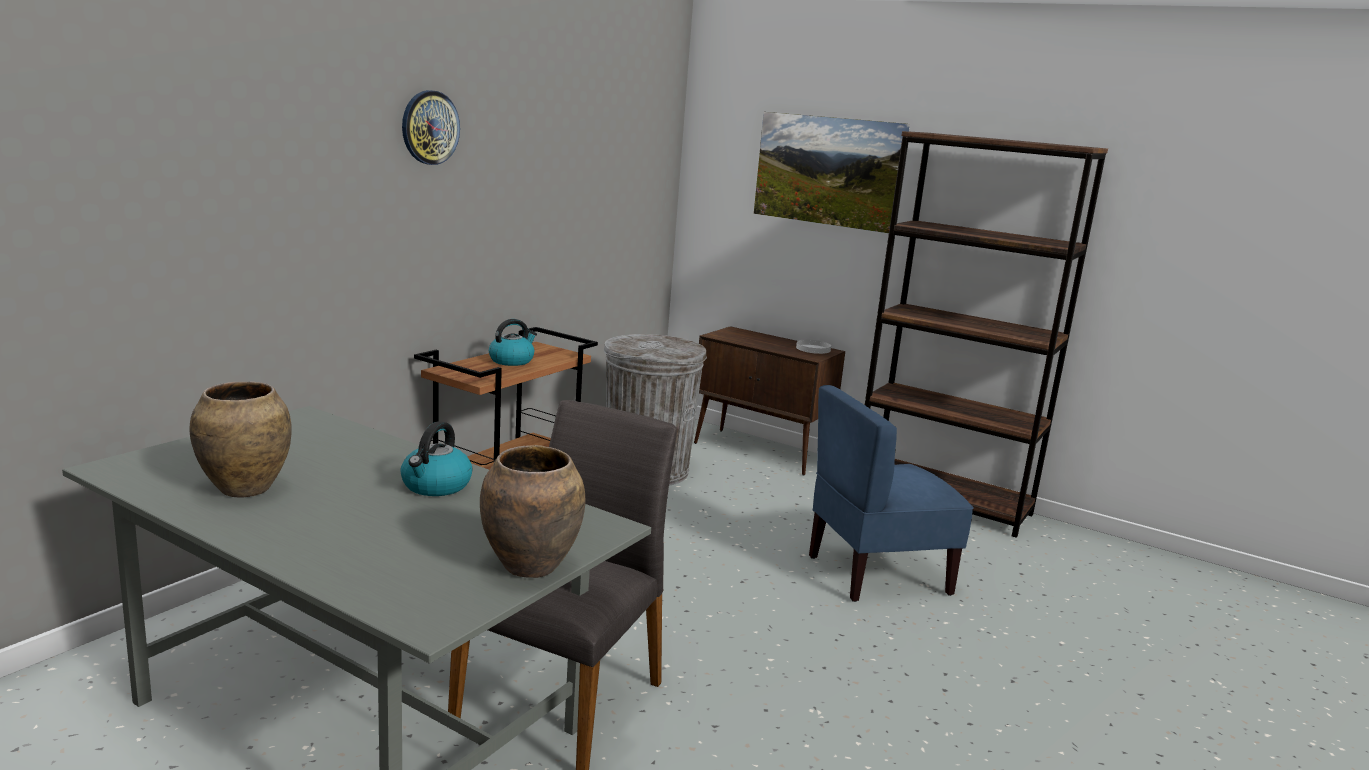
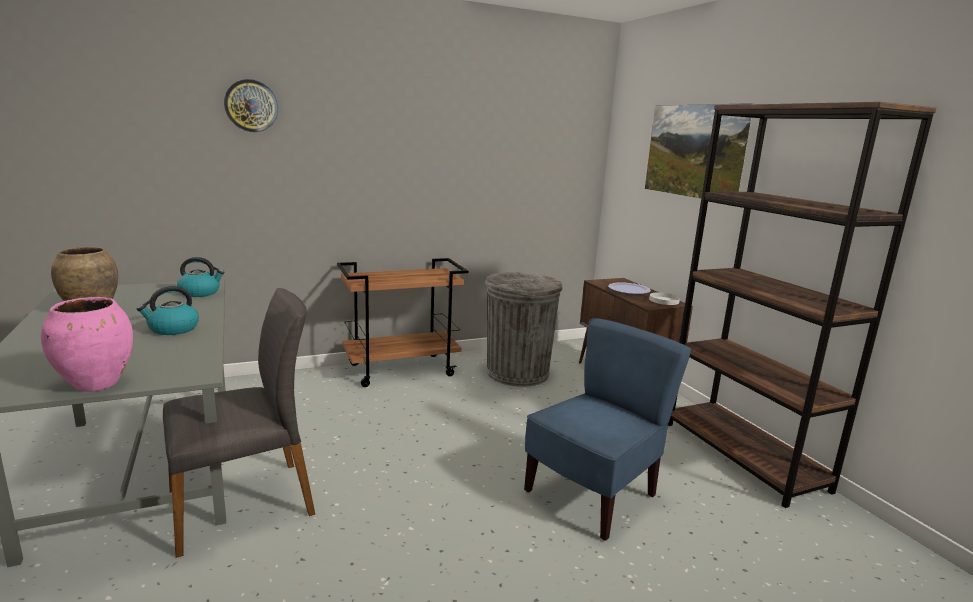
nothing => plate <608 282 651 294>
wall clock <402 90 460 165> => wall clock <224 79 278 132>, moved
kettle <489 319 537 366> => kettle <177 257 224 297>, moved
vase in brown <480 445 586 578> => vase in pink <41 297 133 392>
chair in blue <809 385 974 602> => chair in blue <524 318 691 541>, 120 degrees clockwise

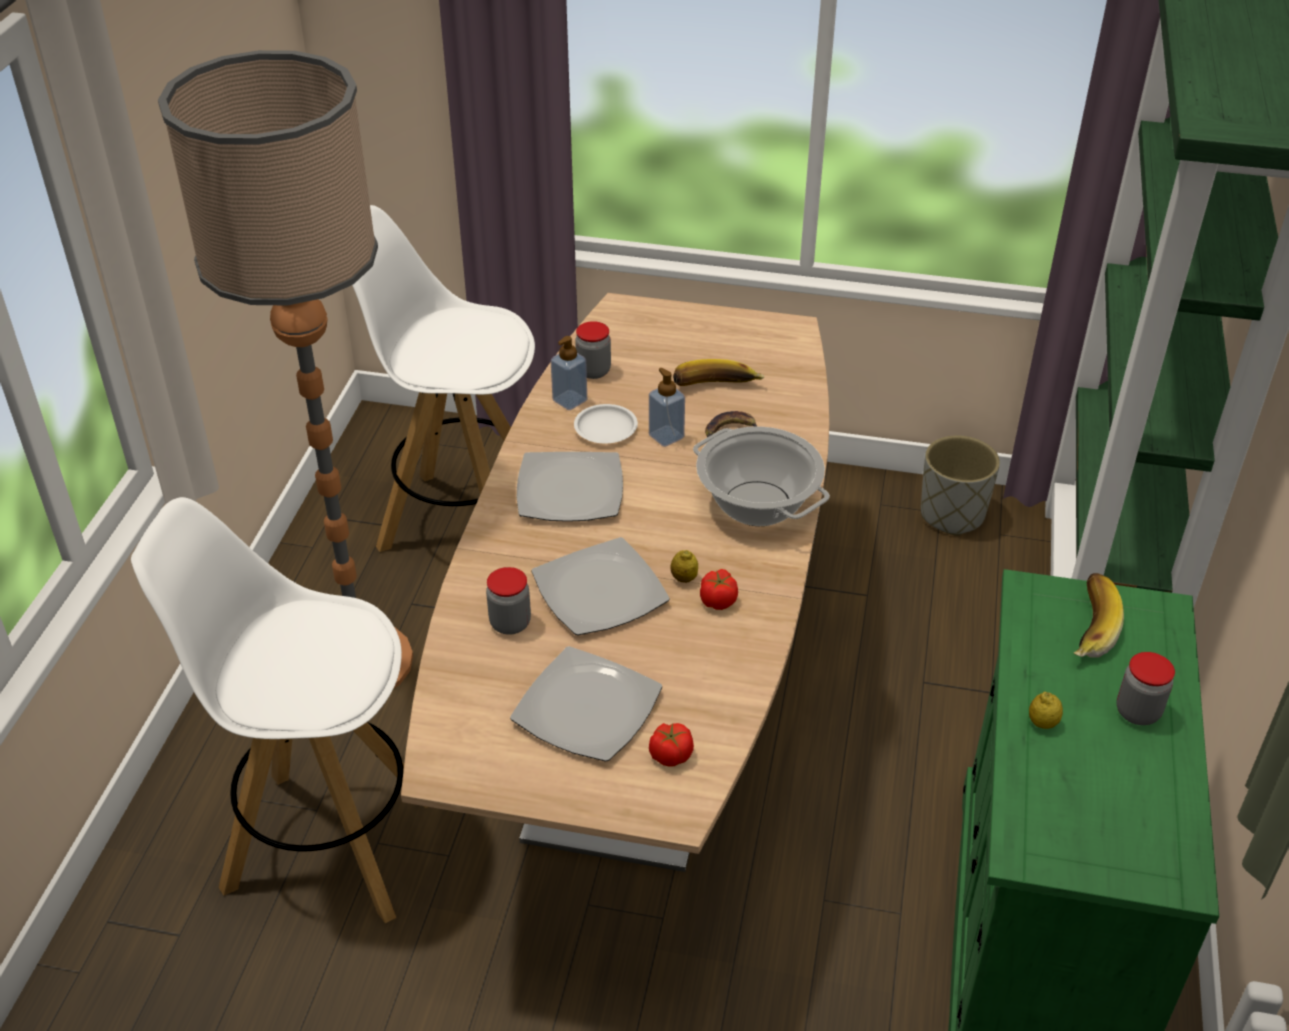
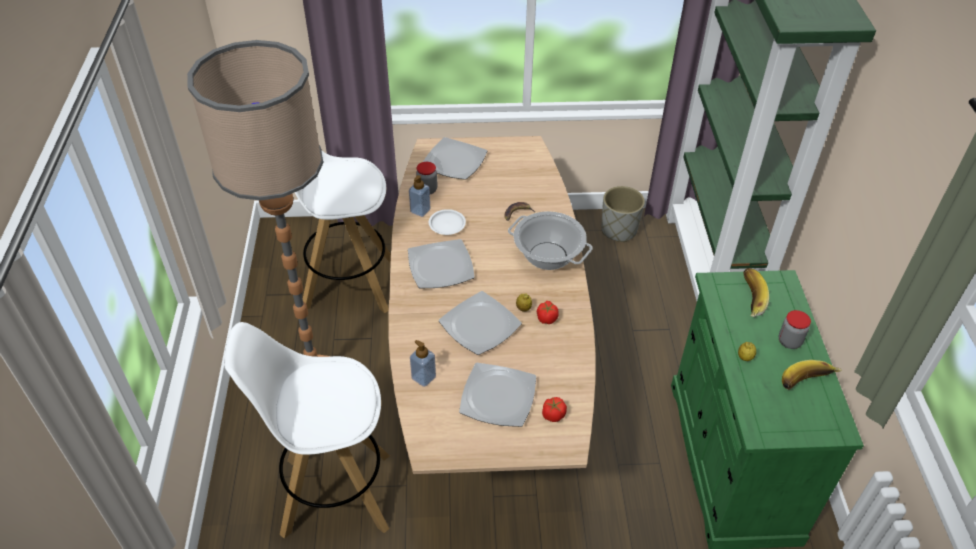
jar <486 567 531 635> => nothing
nothing => plate <423 137 487 180>
soap dispenser <649 368 685 447> => soap dispenser <410 340 436 387>, moved
banana <673 359 764 386> => banana <782 360 842 390>, moved

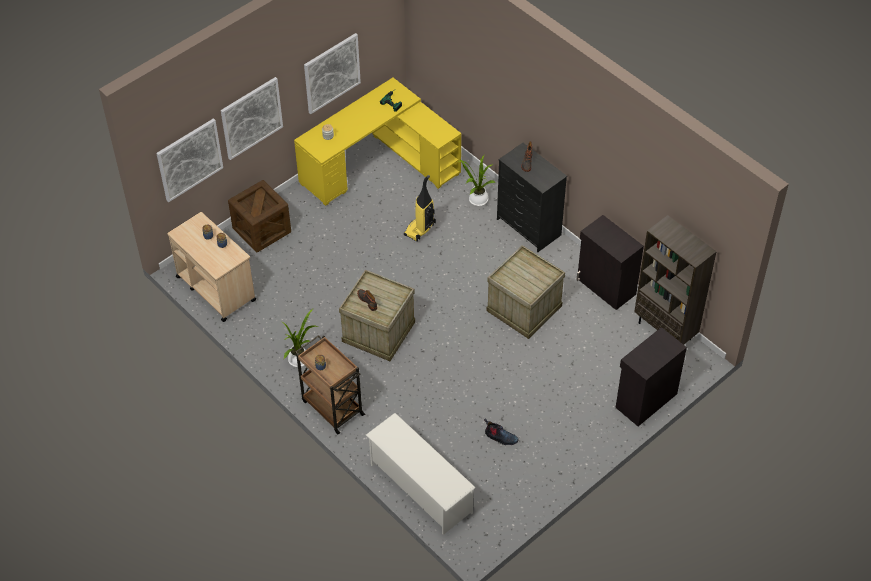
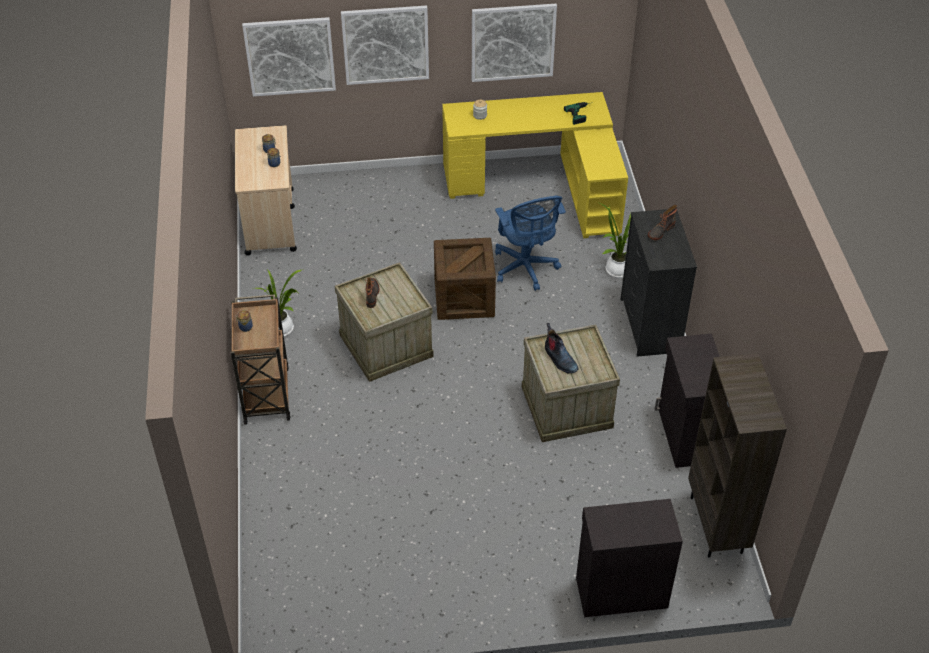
shoe rack in white <366 413 476 535> => nothing
crate <228 180 291 253> => crate <434 238 496 320>, moved
boot <484 418 518 445> => boot <545 323 578 373>, moved
vacuum cleaner <404 175 436 242> => office chair in blue <495 195 566 291>

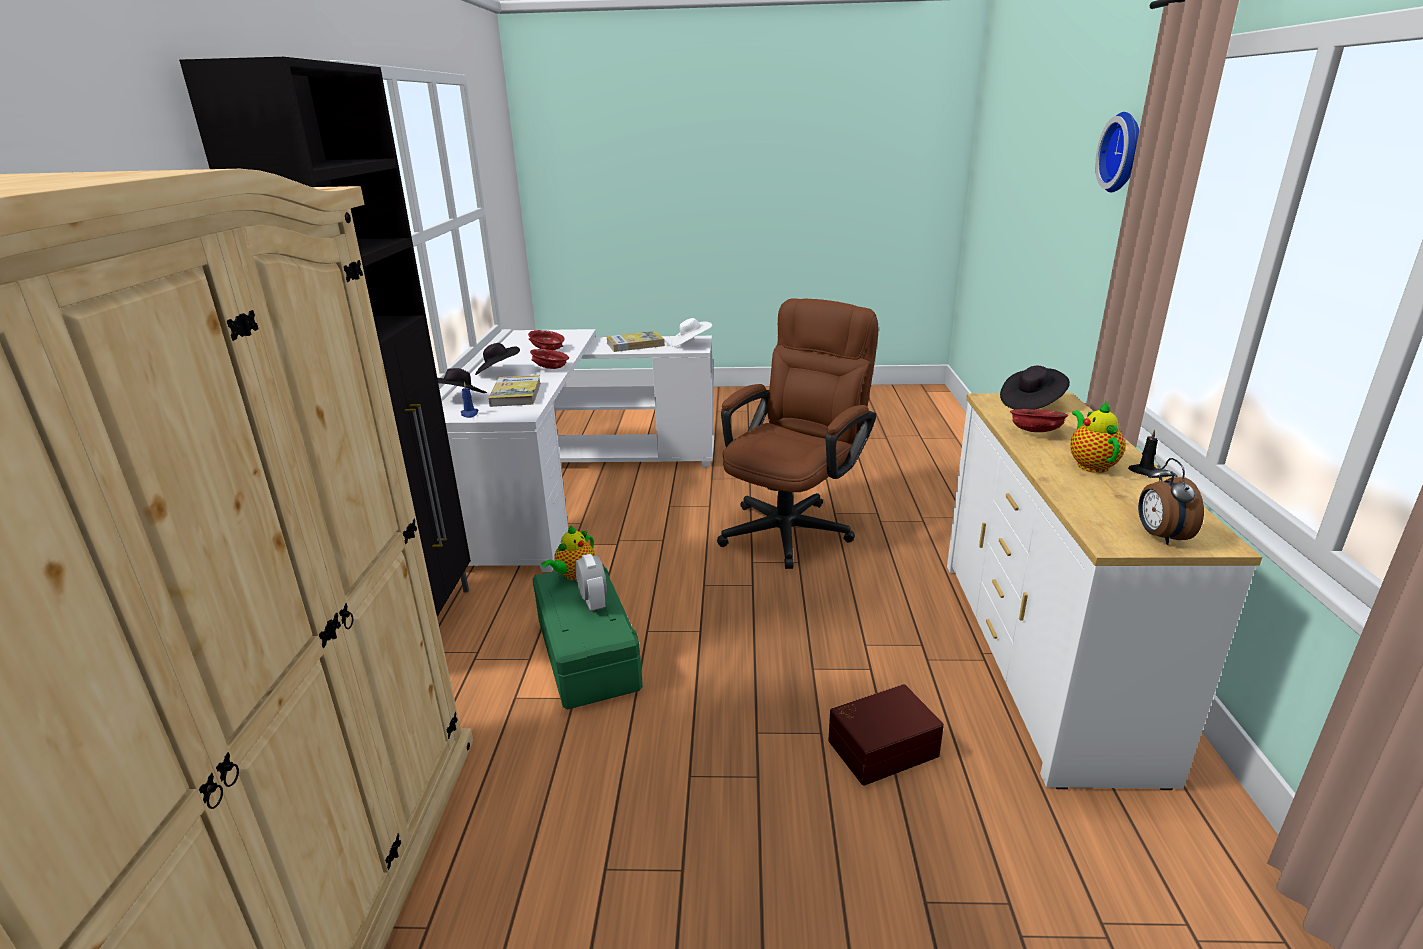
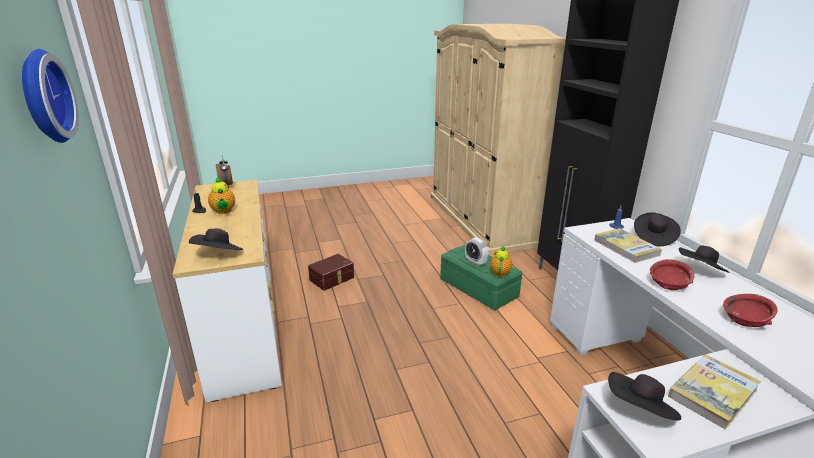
office chair in brown <717 298 879 569> => nothing
bowl in red <1010 409 1068 432> => nothing
hat in white <671 318 712 347> => hat in black <608 372 681 421>

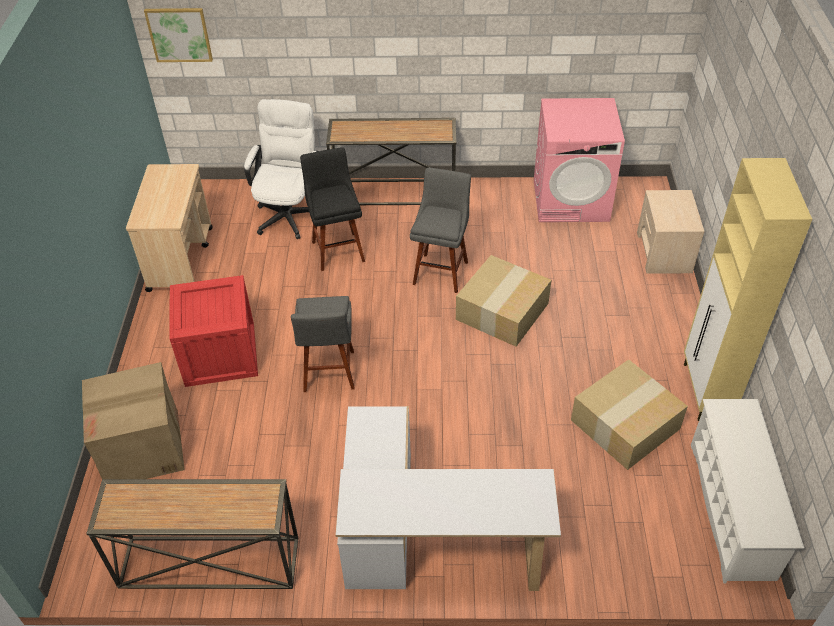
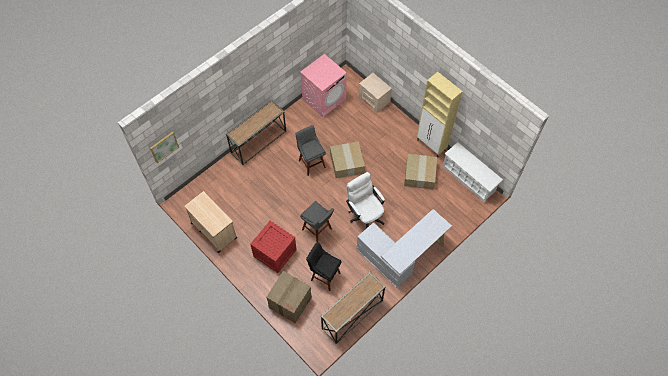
office chair in white <244 99 318 239> => office chair in white <346 172 385 228>, moved
stool in black <300 147 365 271> => stool in black <306 242 342 291>, moved

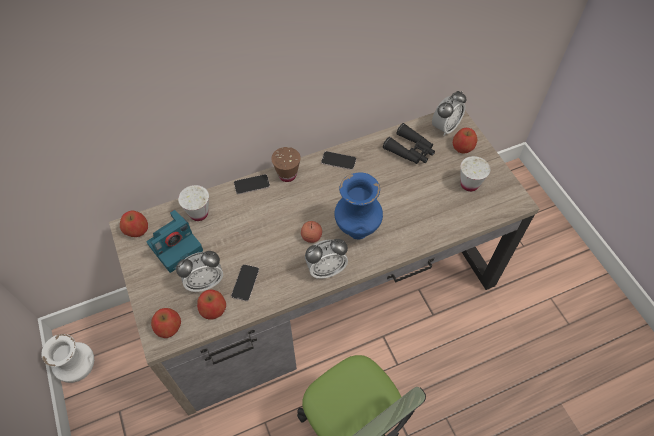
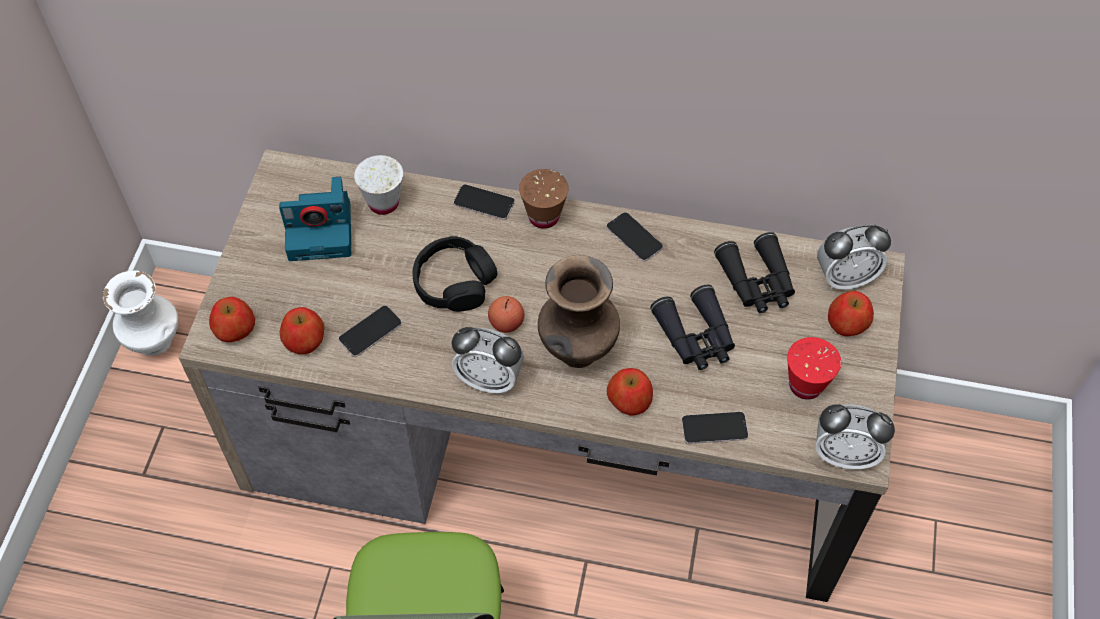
nothing => headphones in black <413 236 497 312>
nothing => binoculars in black <650 285 735 370>
nothing => phone <681 411 749 444>
apple <120 211 148 237> => apple <607 368 653 416>, moved
alarm clock <176 251 223 292> => alarm clock <815 404 895 469>, moved
vase in blue <335 172 383 240> => vase in brown <538 255 620 368>
cup in white <461 156 490 192> => cup in red <787 337 841 400>

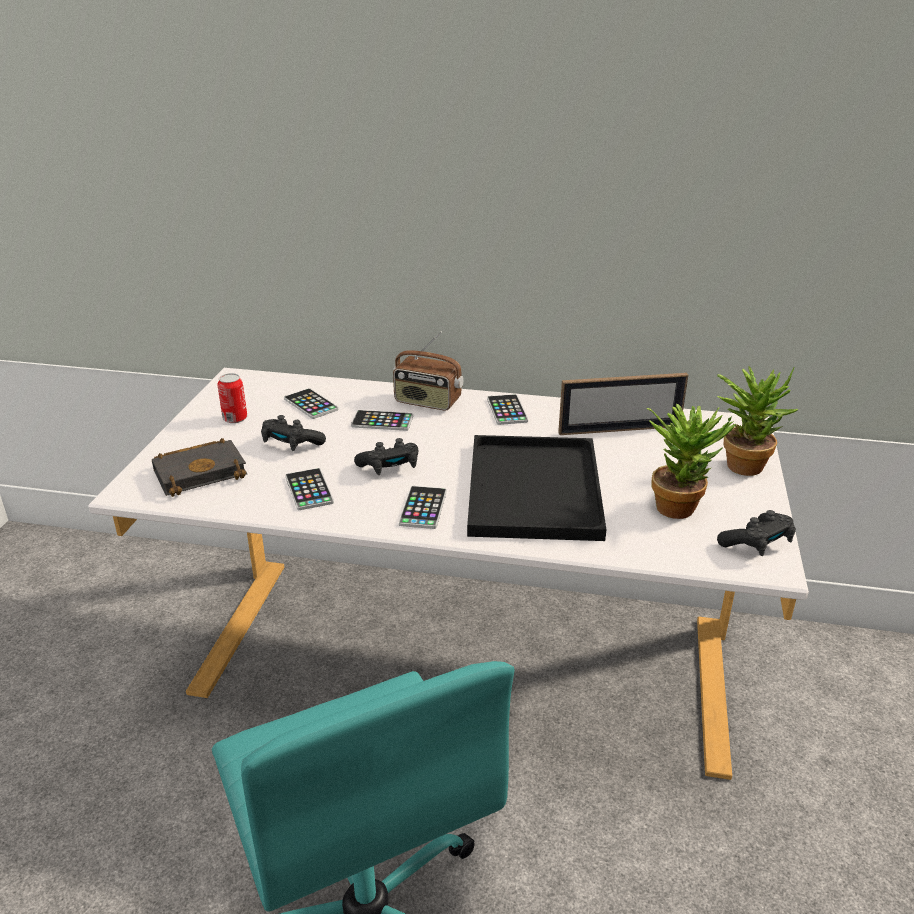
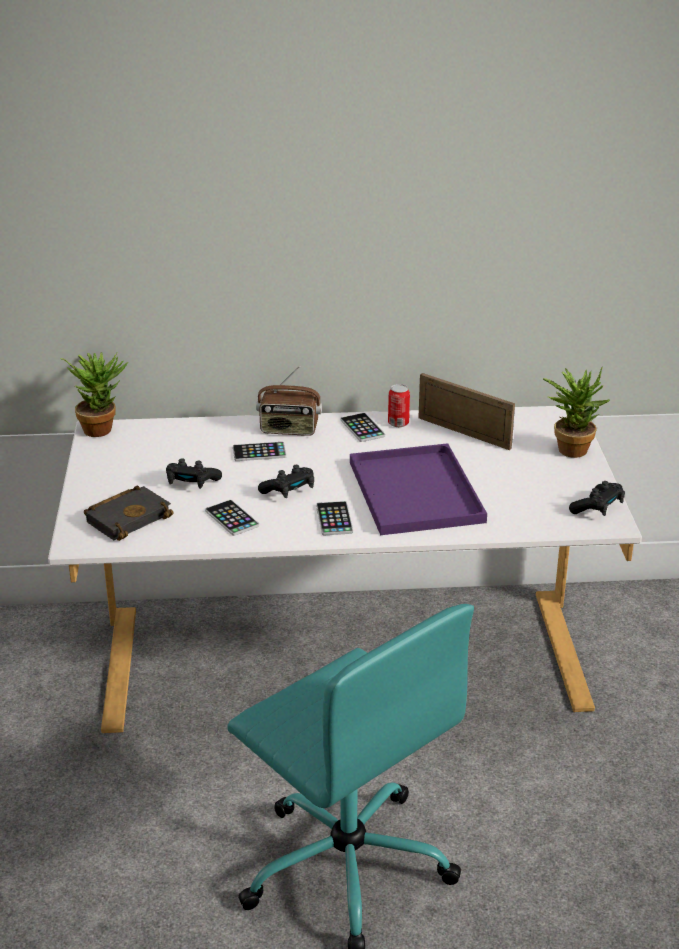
phone <284 388 339 419> => nothing
can <217 373 247 423> => can <388 384 410 427>, moved
potted plant <647 404 736 519> => potted plant <60 352 128 437>, moved
tray in black <467 435 606 541> => tray in purple <350 443 487 535>
picture frame <558 373 688 435> => picture frame <418 373 515 450>, 120 degrees counterclockwise

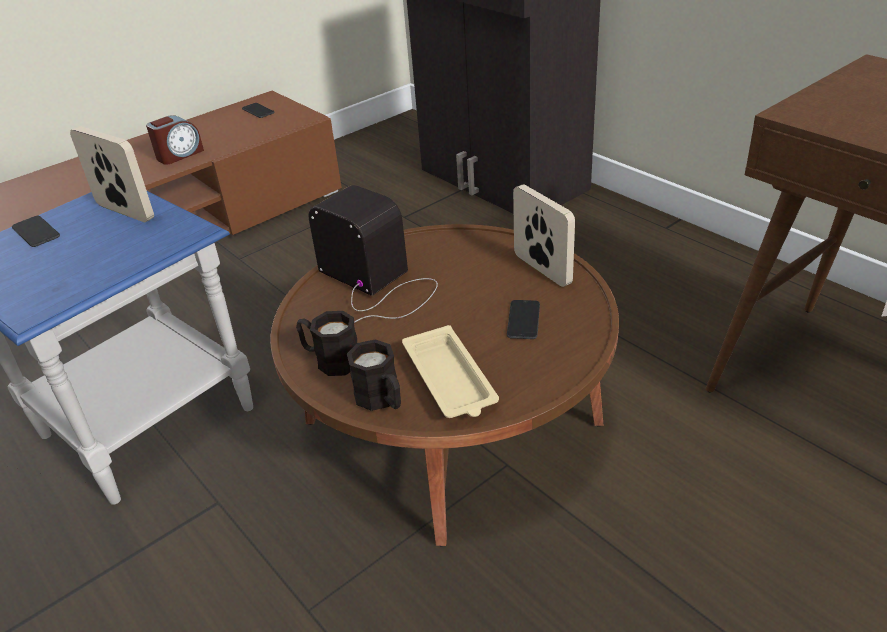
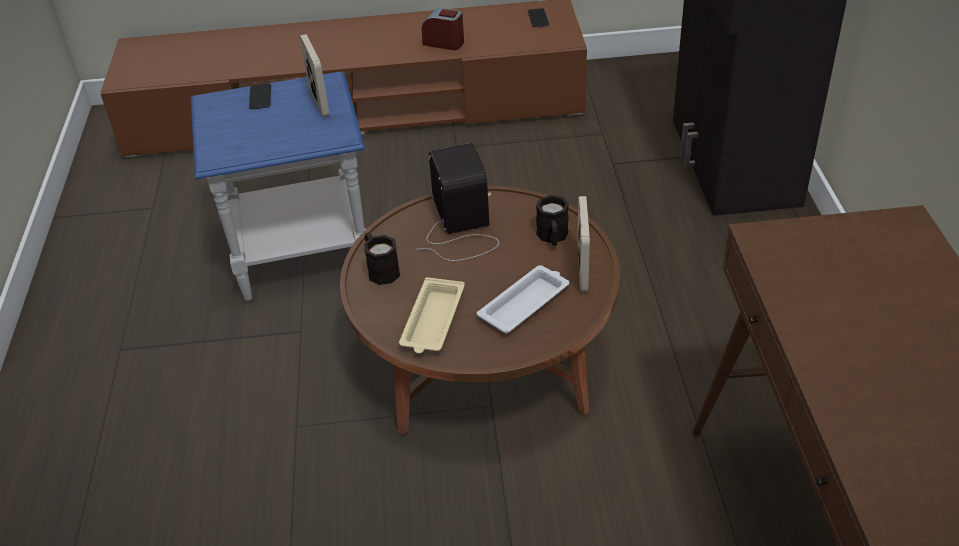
mug in black <347 339 401 411> => mug in black <536 195 569 246>, moved
phone <507 300 540 339> => tray in white <477 265 569 333>
alarm clock <146 115 204 165> => alarm clock <422 8 464 50>, 150 degrees counterclockwise

